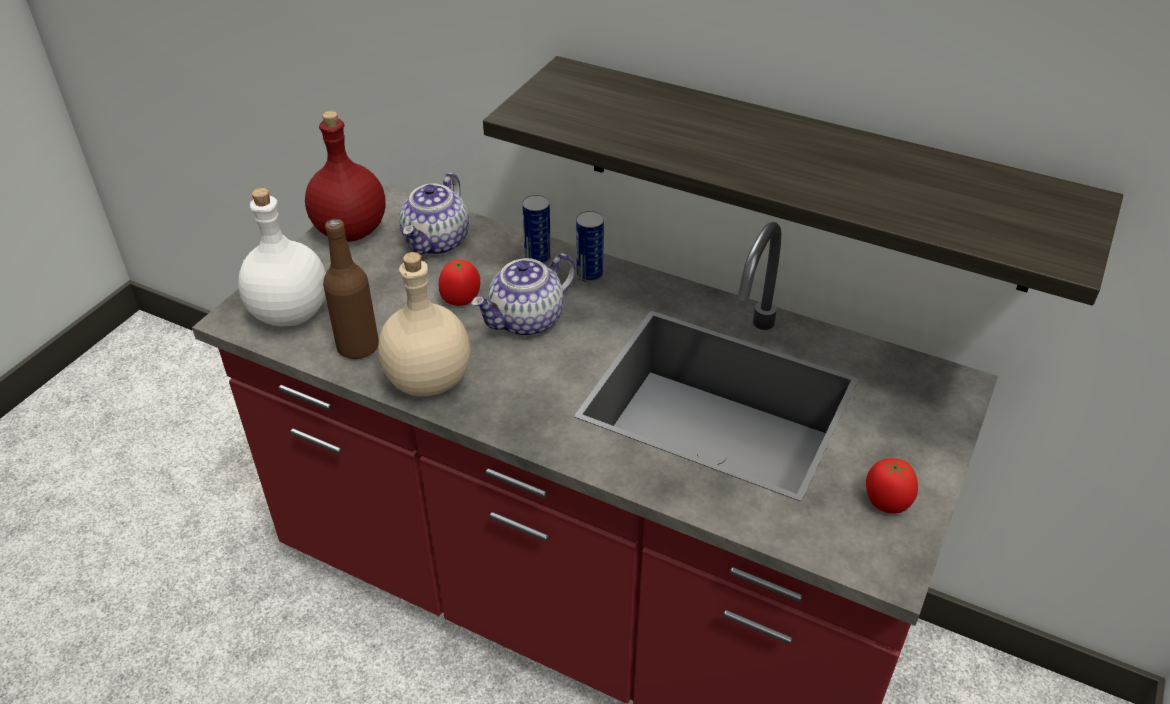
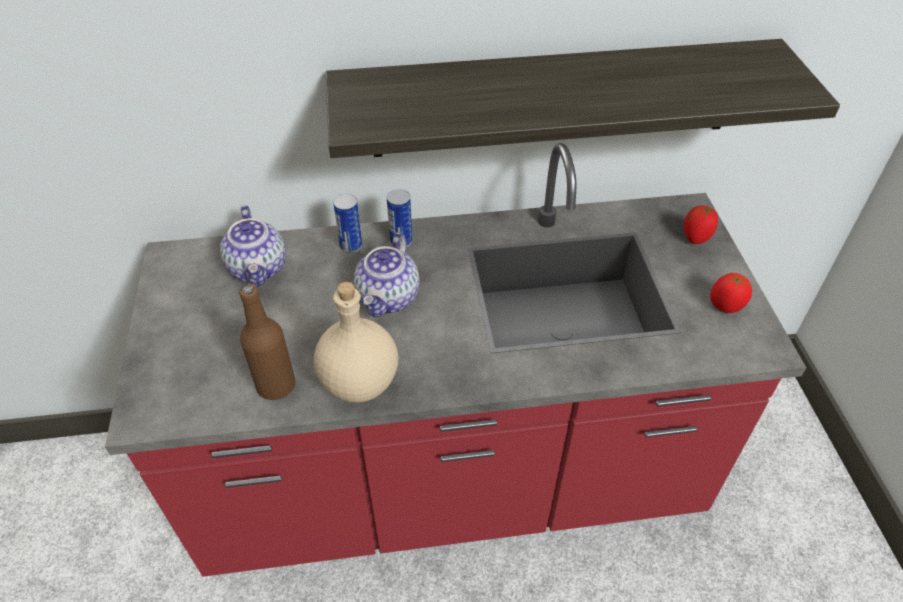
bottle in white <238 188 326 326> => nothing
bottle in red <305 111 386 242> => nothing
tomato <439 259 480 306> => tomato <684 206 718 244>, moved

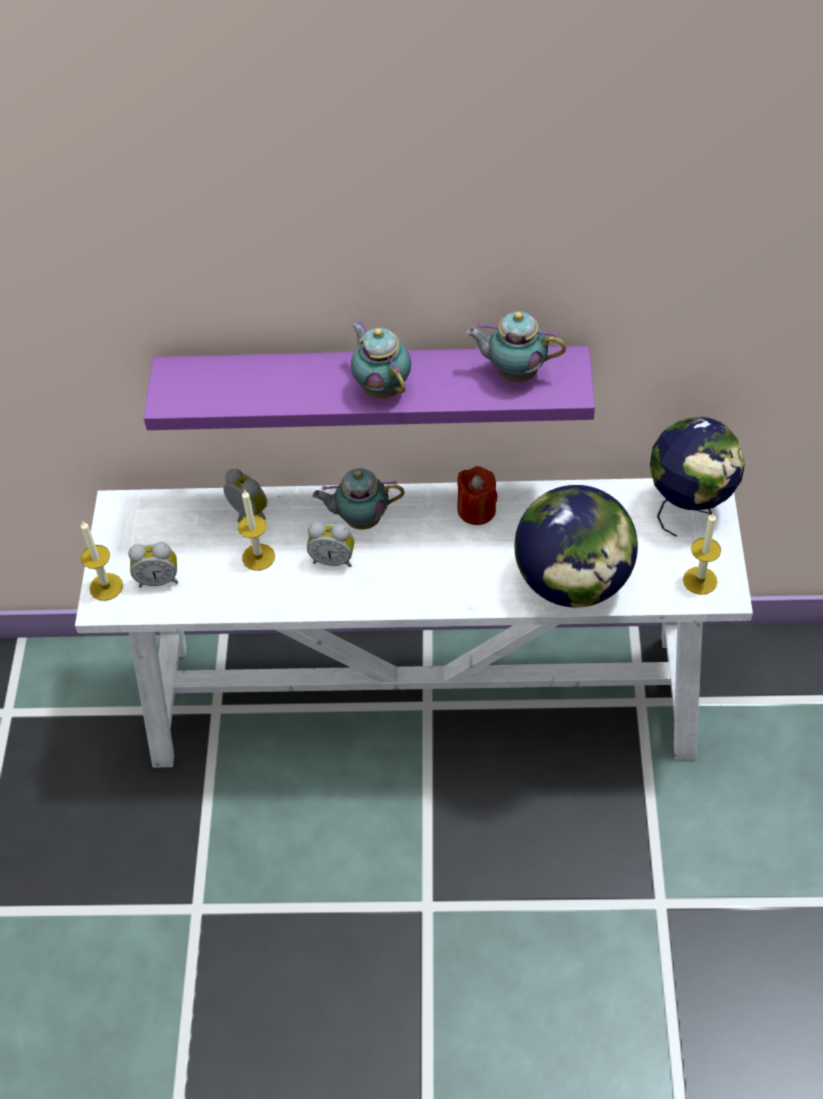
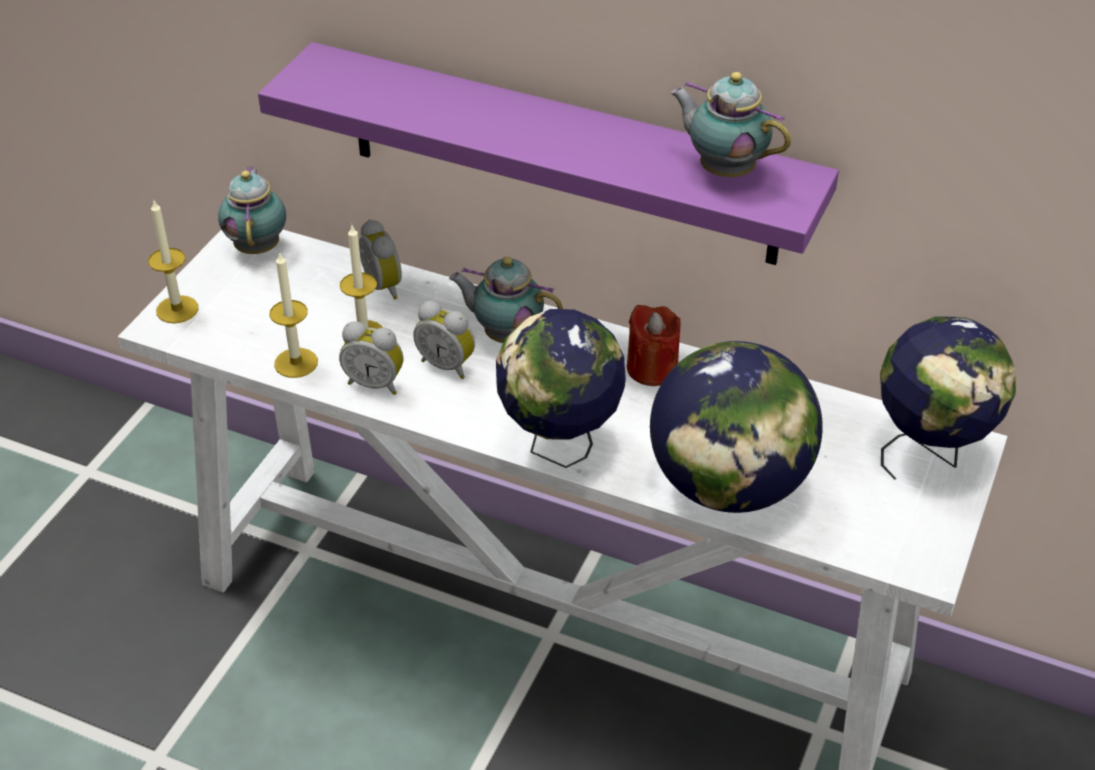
nothing => globe <496 309 626 468>
alarm clock <128 542 178 588> => alarm clock <339 321 404 395>, moved
teapot <351 321 411 398> => teapot <218 166 286 254>, moved
candle <683 513 721 595> => candle <269 251 318 378>, moved

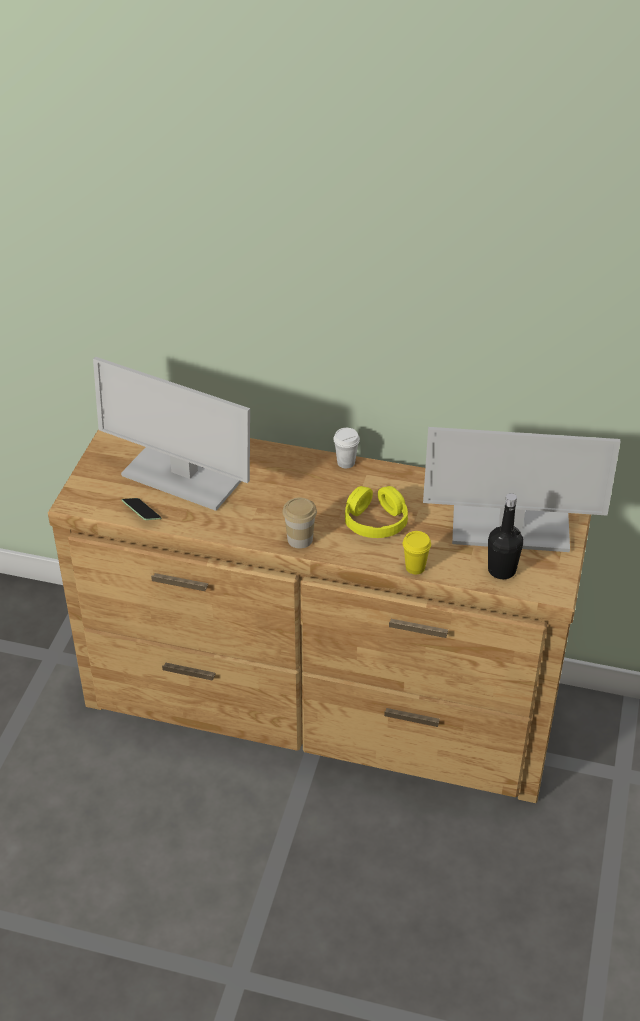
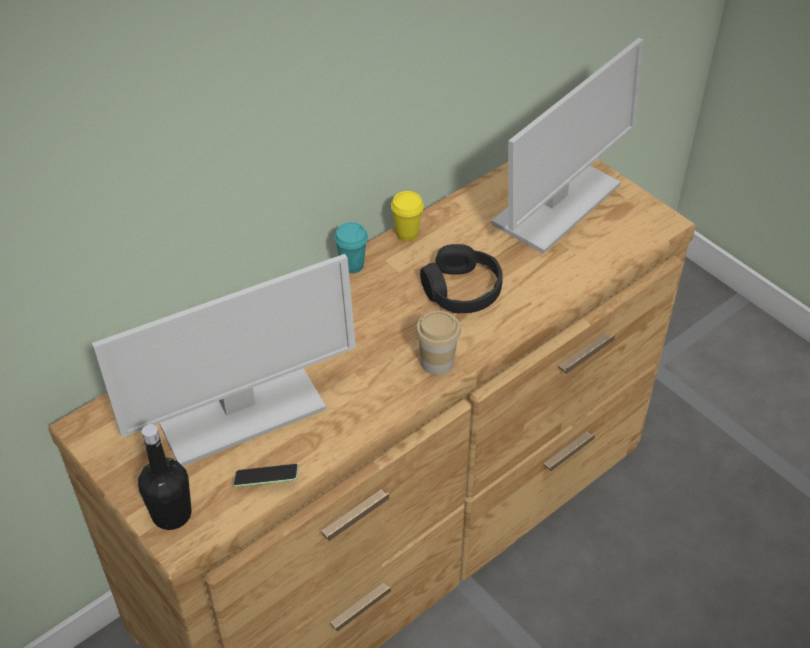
cup in yellow <403 531 431 574> => cup in yellow <391 191 424 241>, moved
bottle in black <488 493 523 579> => bottle in black <138 424 192 530>, moved
cup in white <333 428 360 468> => cup in turquoise <334 222 368 273>
headphones in yellow <345 486 408 538> => headphones in black <420 244 503 314>

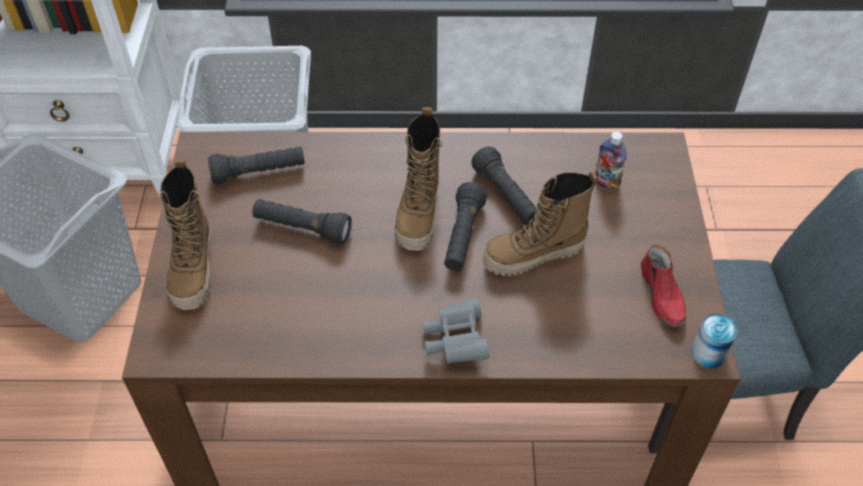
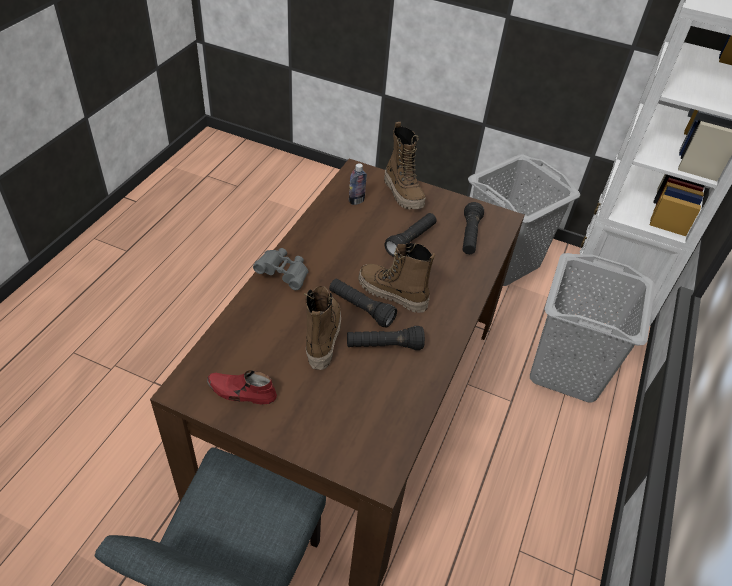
can <691 314 737 368> => nothing
bottle <595 132 627 190> => bottle <349 163 367 205>, moved
boot <159 159 211 310> => boot <384 122 426 210>, 135 degrees counterclockwise

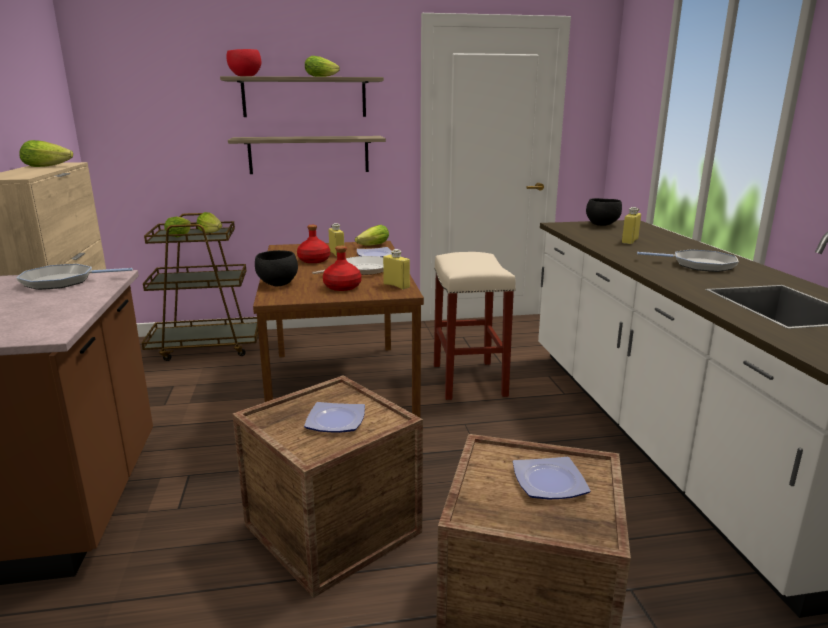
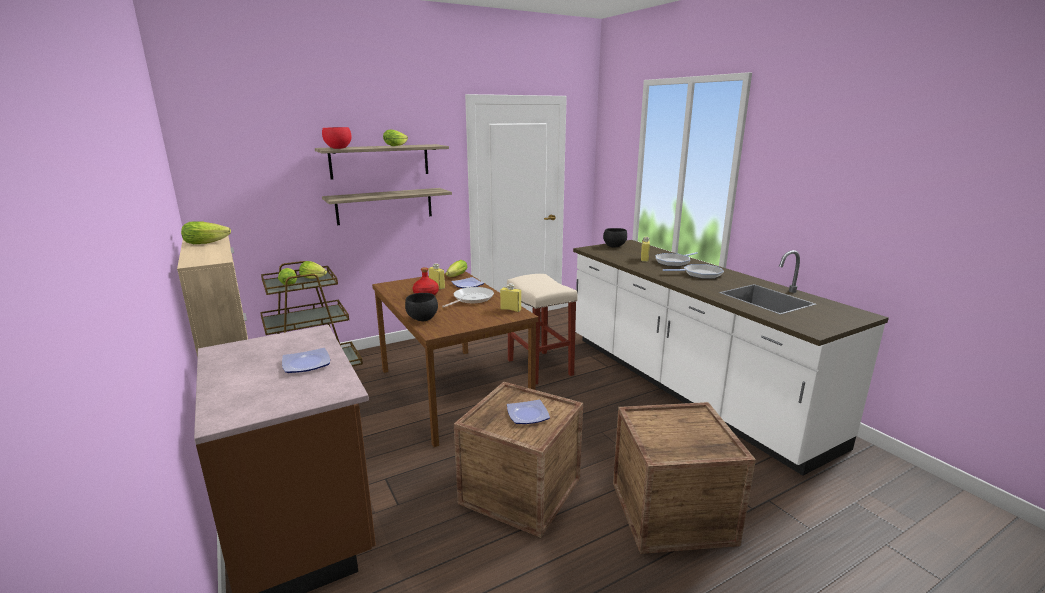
bottle in red <323 246 362 291> => nothing
frying pan <16 264 133 290> => frying pan <655 252 698 267>, moved
plate <513 457 591 500> => plate <282 348 330 373>, moved

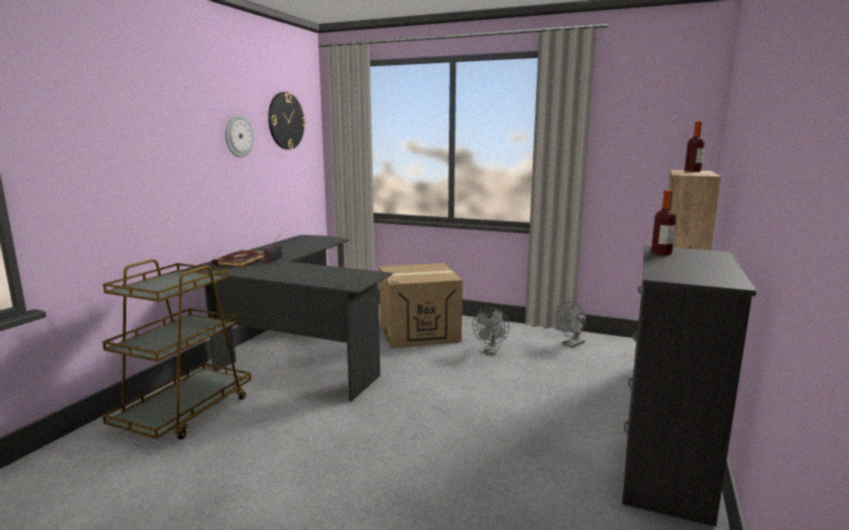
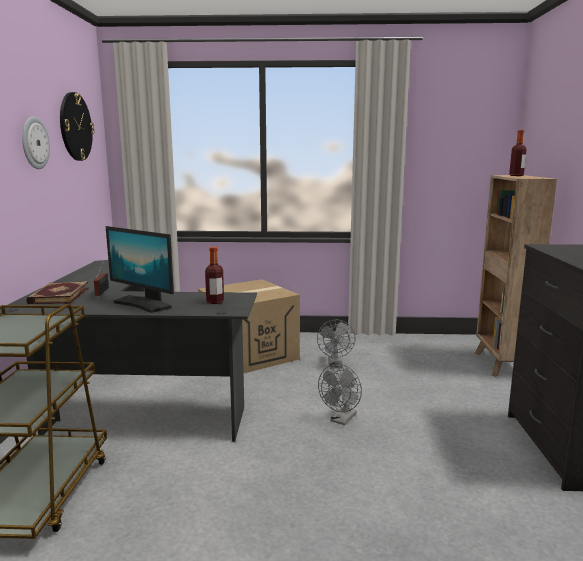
nothing => monitor <106 226 174 313>
fan in grey <555 301 586 348> => fan in grey <318 364 362 425>, moved
bottle <651 190 676 255> => bottle <205 247 224 304>, moved

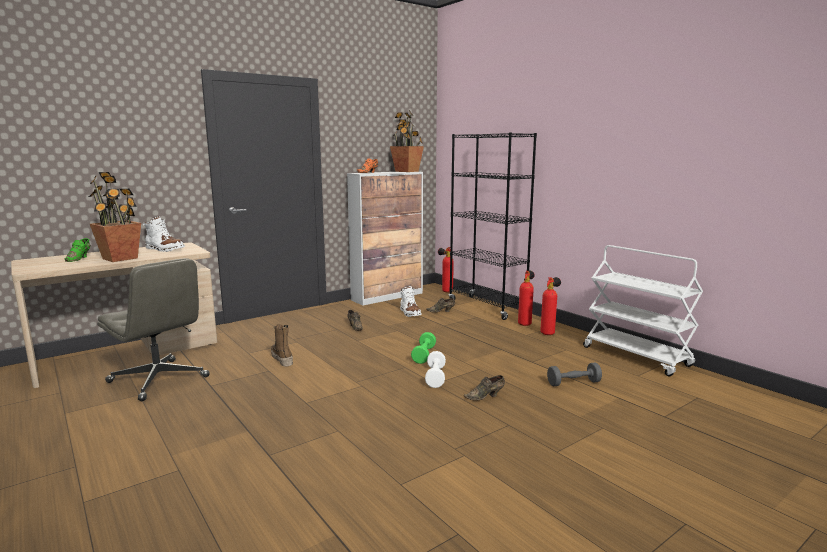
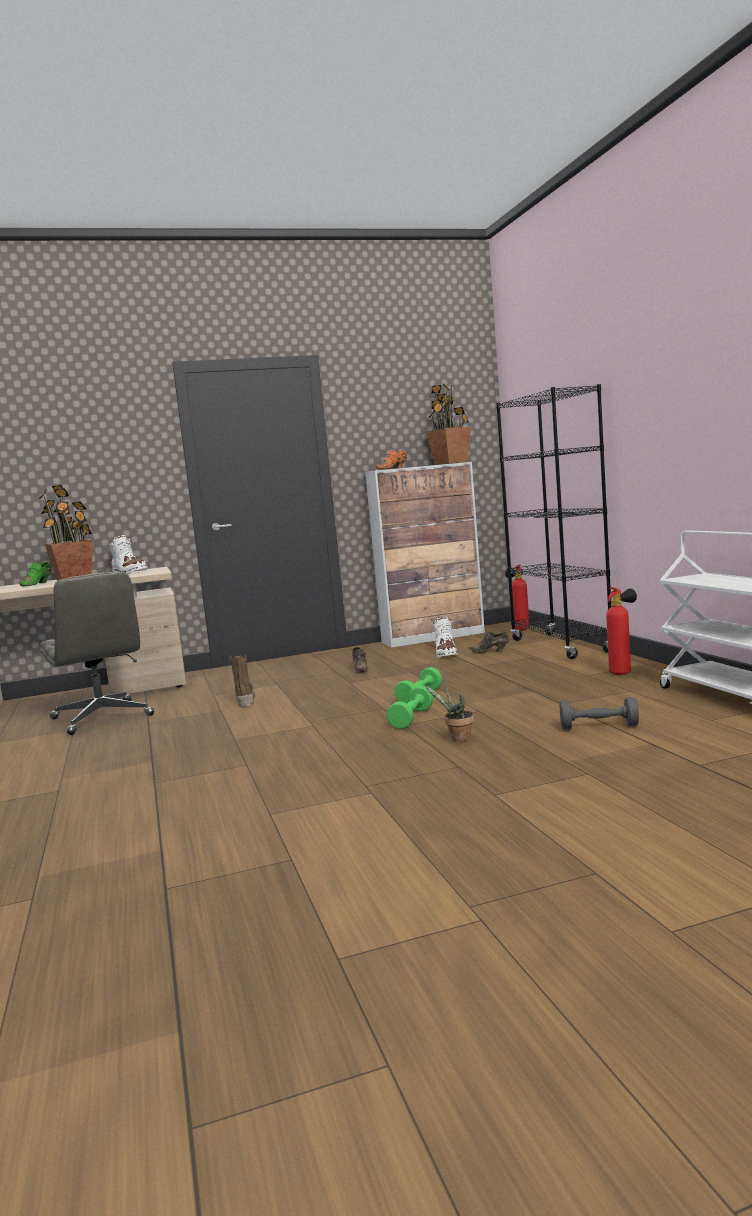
fire extinguisher <518 270 535 326> => nothing
shoe in brown <464 375 505 400> => potted plant <425 686 474 741>
dumbbell in white <425 351 446 388> => dumbbell in green <387 685 433 729>

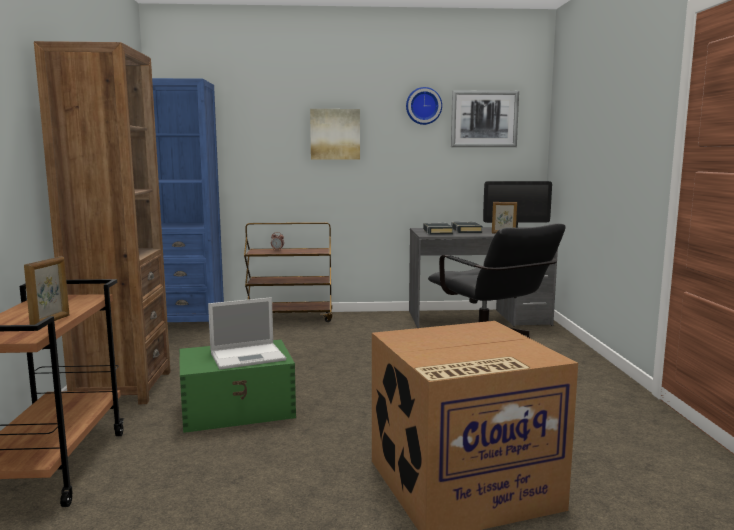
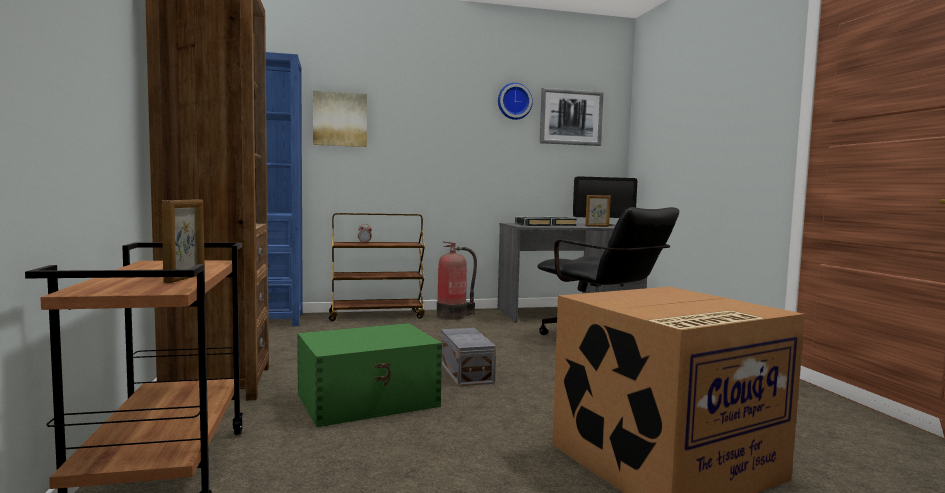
laptop <208 297 286 369> => nothing
nothing => fire extinguisher <437 242 477 320>
nothing => storage box in grey <441 328 496 386>
picture <310 109 360 160> => picture <313 90 367 147>, moved

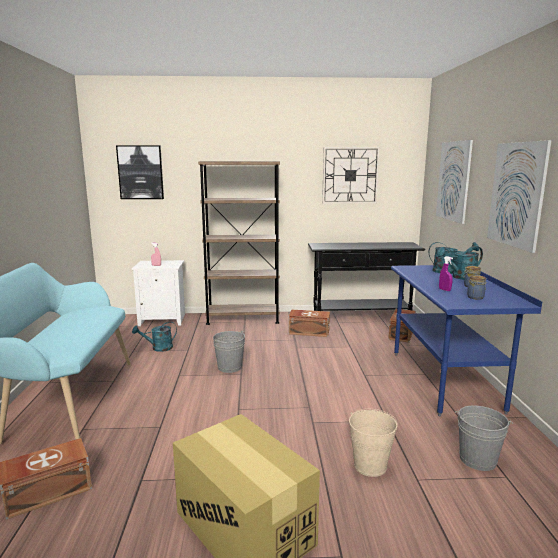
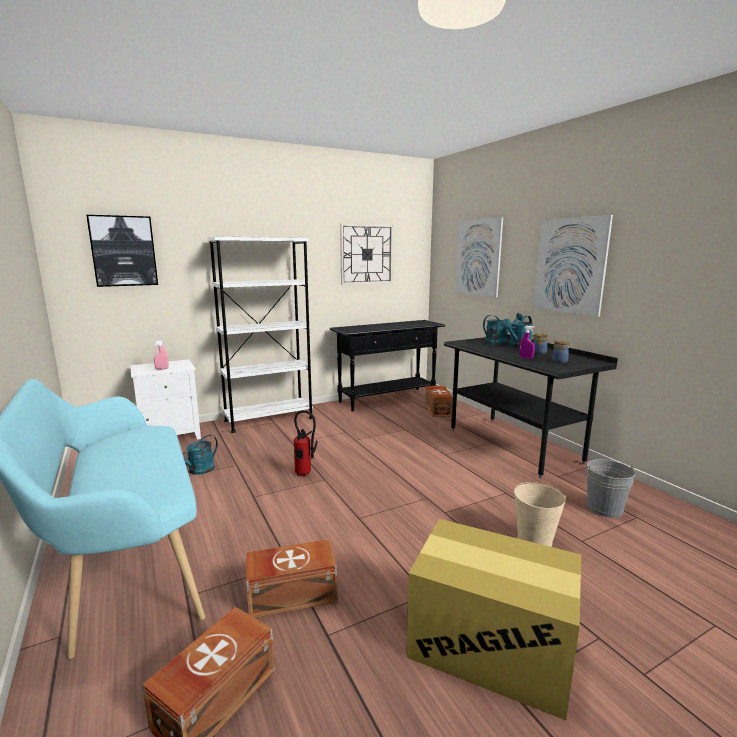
storage box in brown <288 310 330 337> => storage box in brown <246 539 338 618>, moved
bucket in grey <213 330 245 373> => fire extinguisher <293 410 317 477>
bookcase in brown <198 161 280 325> => bookcase in white <208 236 313 433>
desk in blue <391 265 542 416> => desk in black <444 334 618 478>

